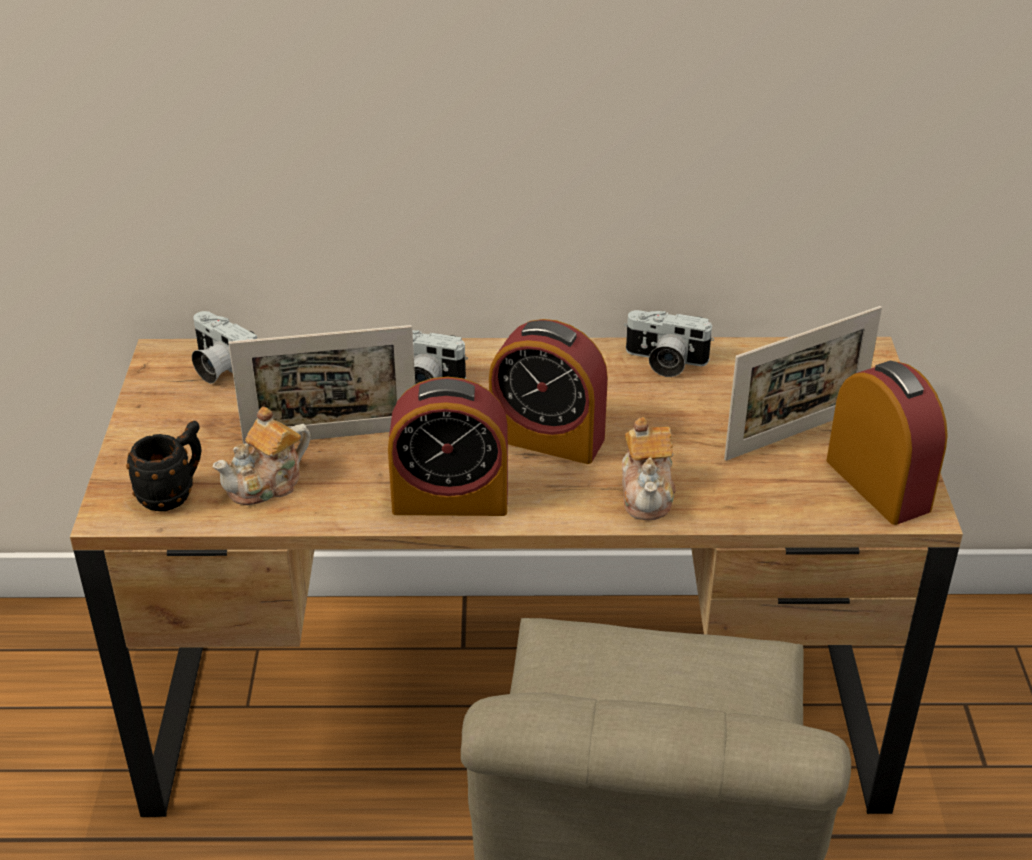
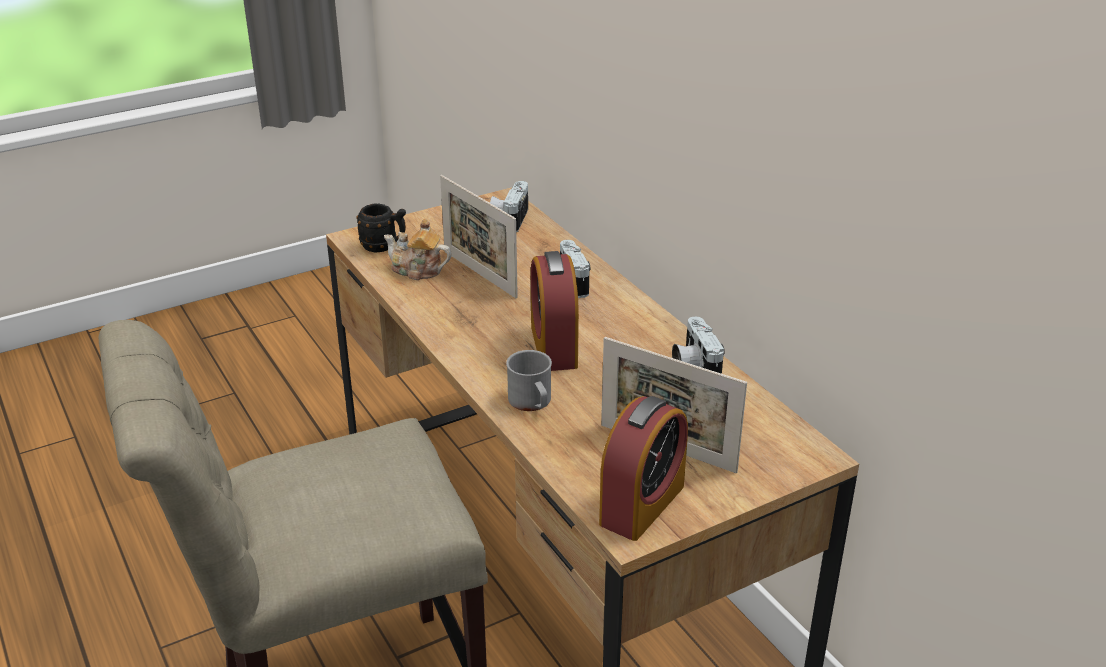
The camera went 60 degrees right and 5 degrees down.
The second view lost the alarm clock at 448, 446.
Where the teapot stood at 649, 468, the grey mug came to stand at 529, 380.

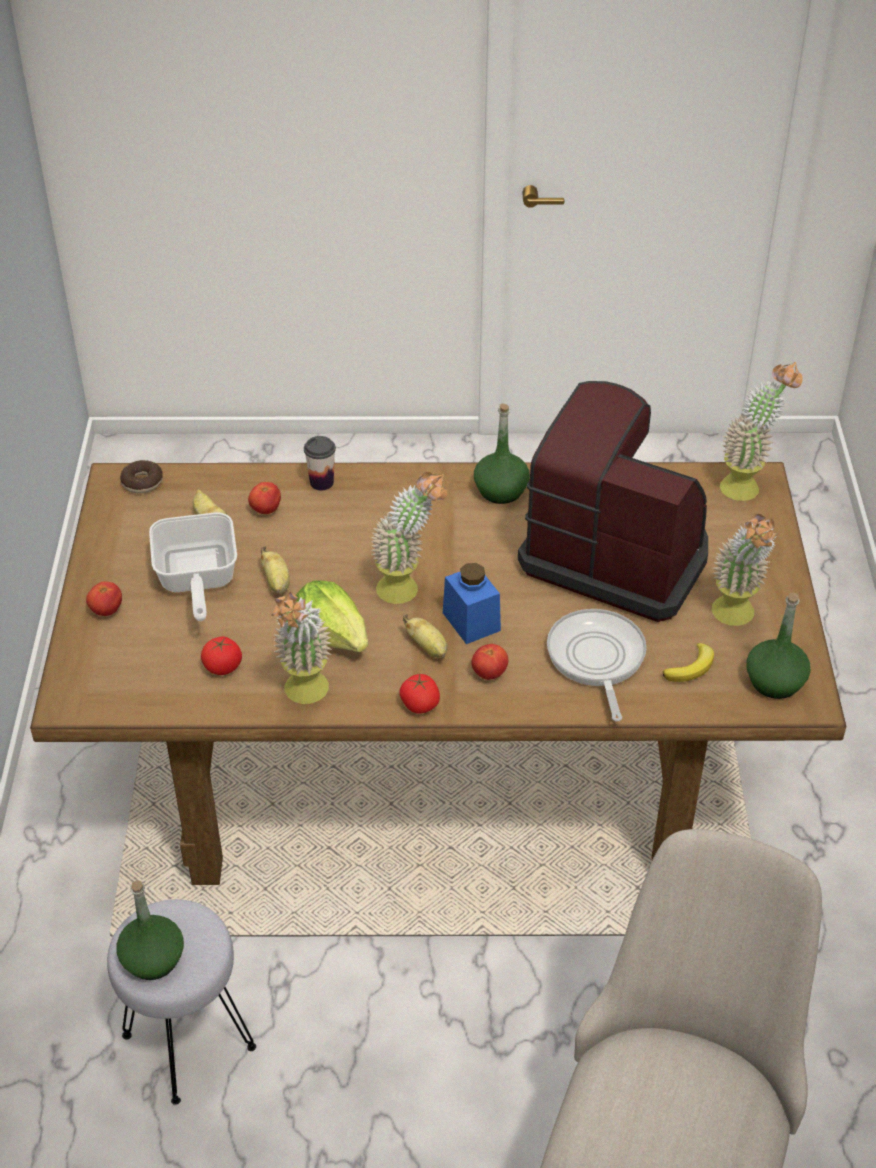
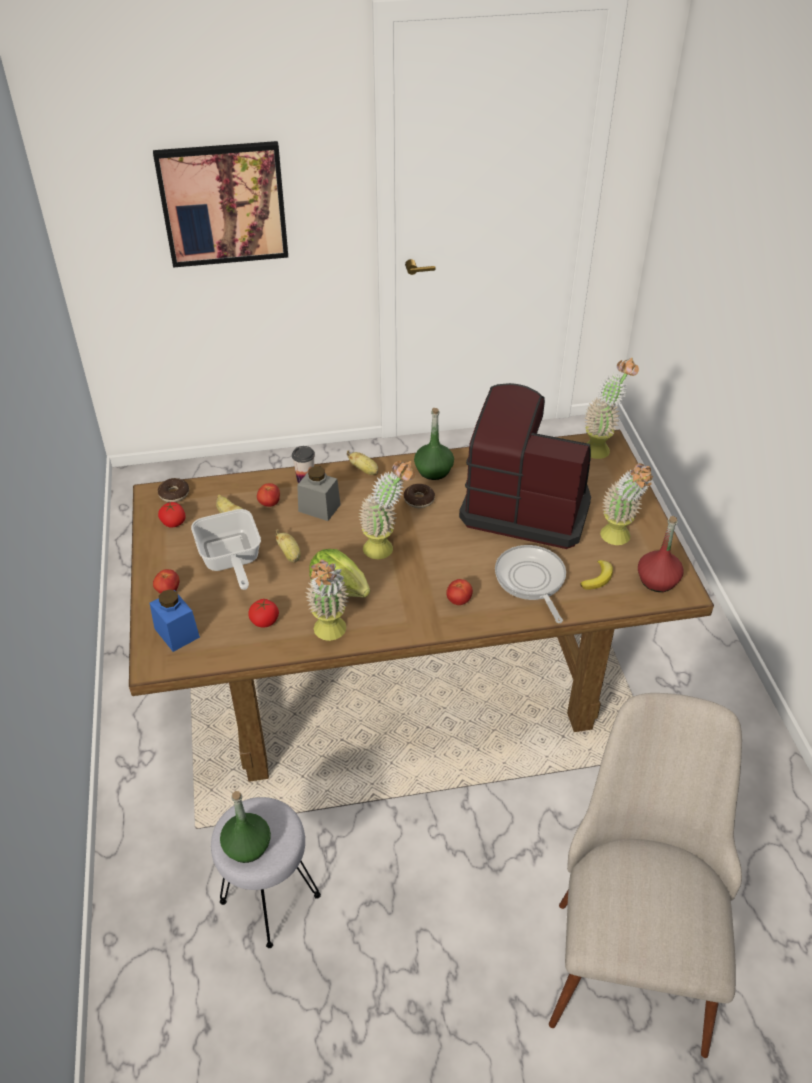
The camera went 10 degrees left and 0 degrees up.
The blue jar ended up elsewhere, having gone from 472, 603 to 175, 620.
What was the green bottle at 778, 646 turned into the red bottle at 660, 554.
The banana ended up elsewhere, having gone from 425, 636 to 362, 462.
The tomato ended up elsewhere, having gone from 419, 694 to 172, 515.
The second view gained the picture at 220, 204.
The second view gained the grey jar at 319, 493.
The second view gained the donut at 419, 496.

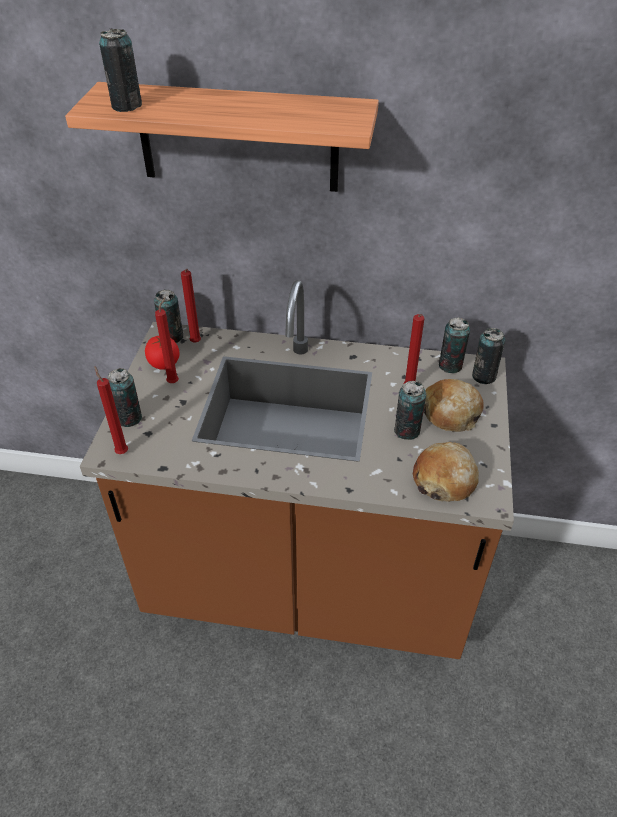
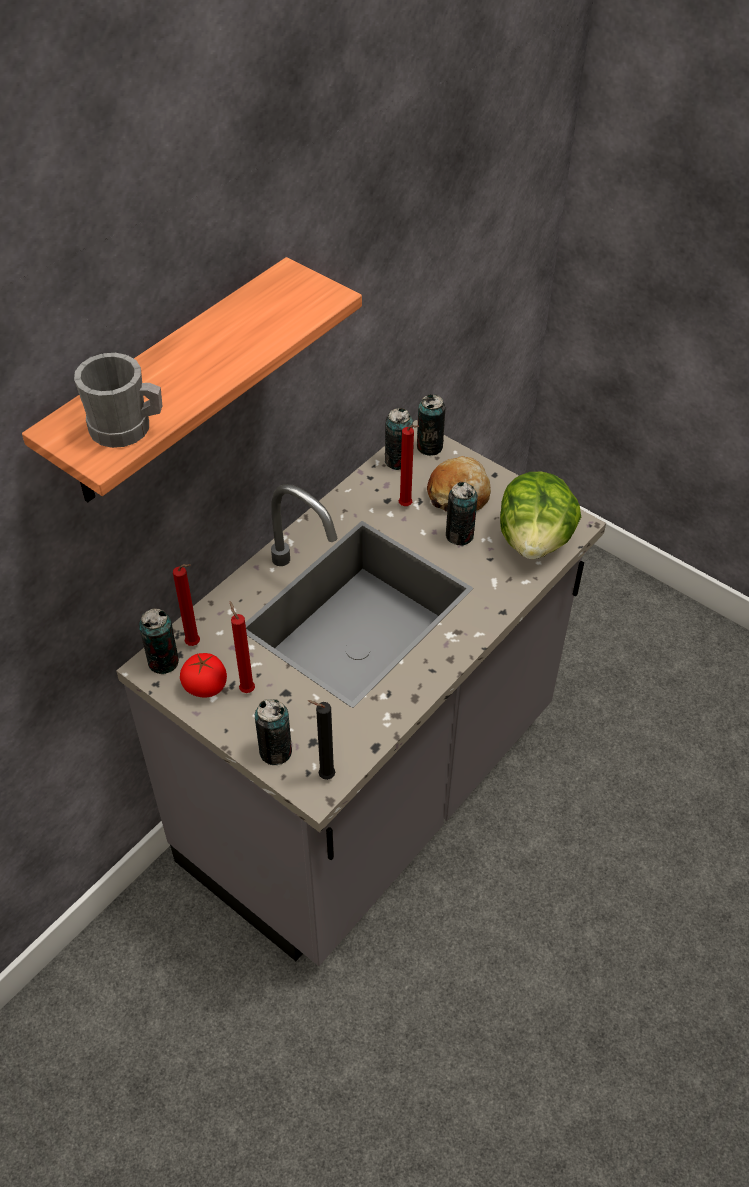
The camera went 60 degrees left and 5 degrees up.
Where the can stood at 120, 70, the grey mug came to stand at 118, 400.
What was the brown counter at 297, 469 turned into the grey counter at 361, 693.
What was the red candle at 111, 410 turned into the black candle at 321, 740.
Where the bread stood at 446, 472, the lettuce came to stand at 540, 515.

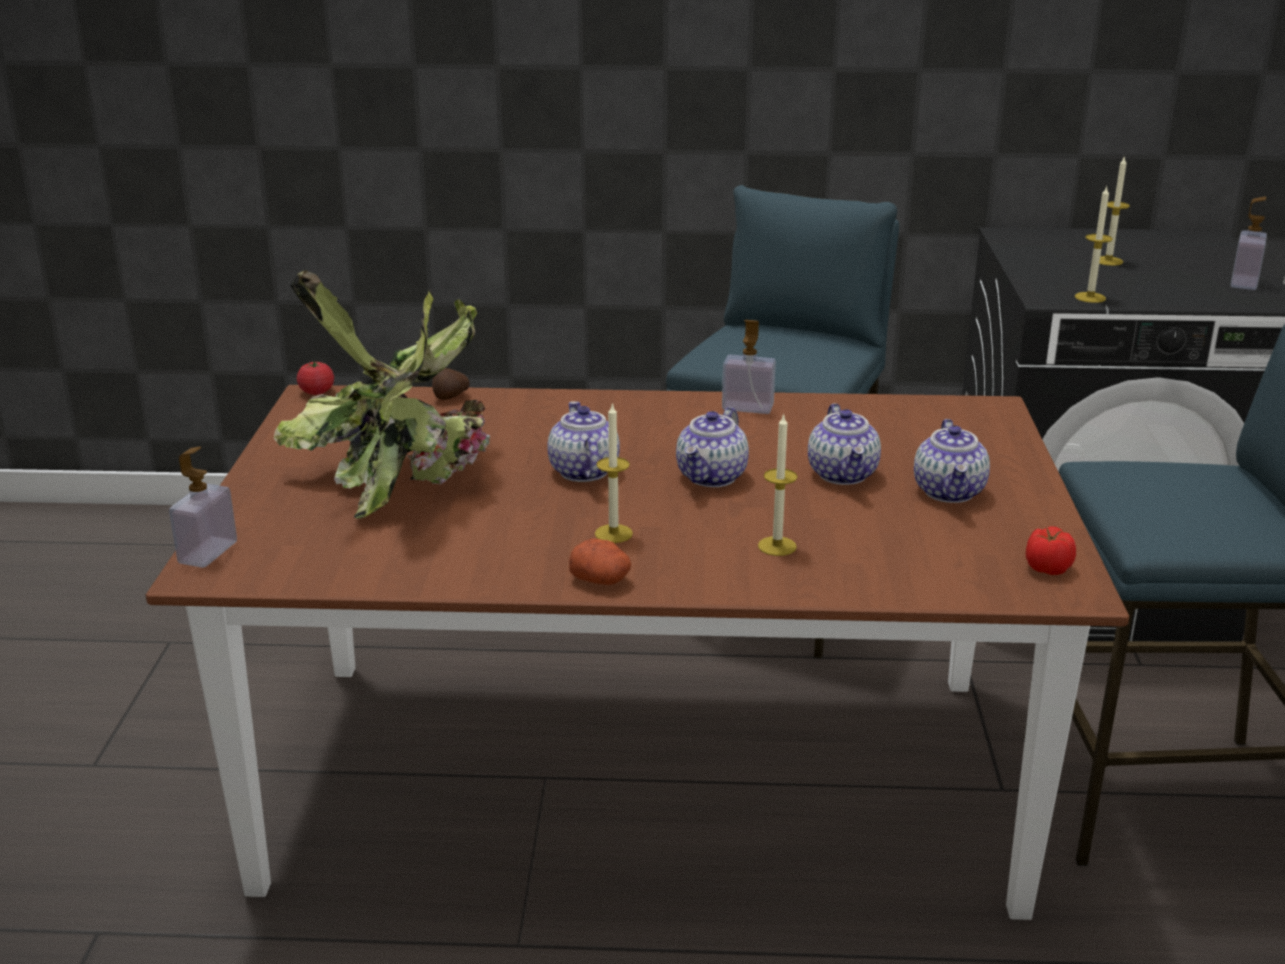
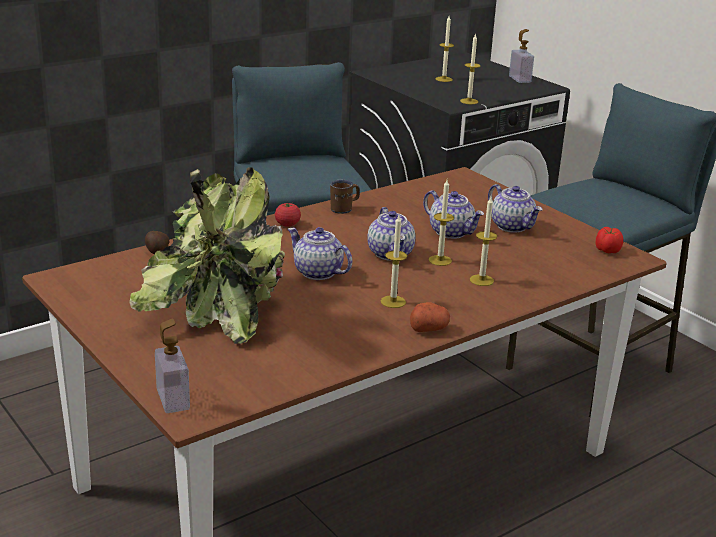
The camera went 40 degrees left and 0 degrees up.
Where the soap dispenser stood at 749, 367, the brown mug came to stand at 345, 197.
The tomato ended up elsewhere, having gone from 315, 378 to 288, 215.
The second view gained the candle at 441, 223.

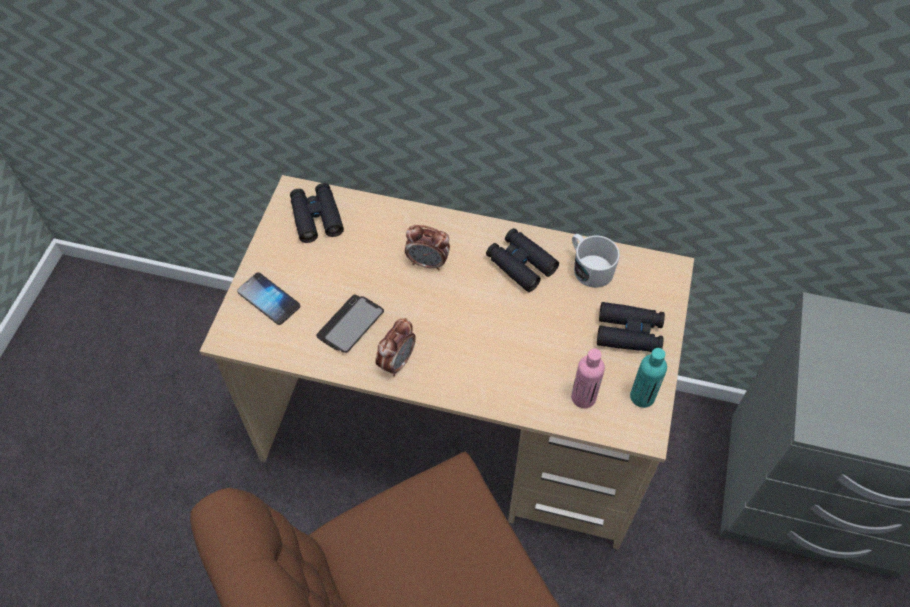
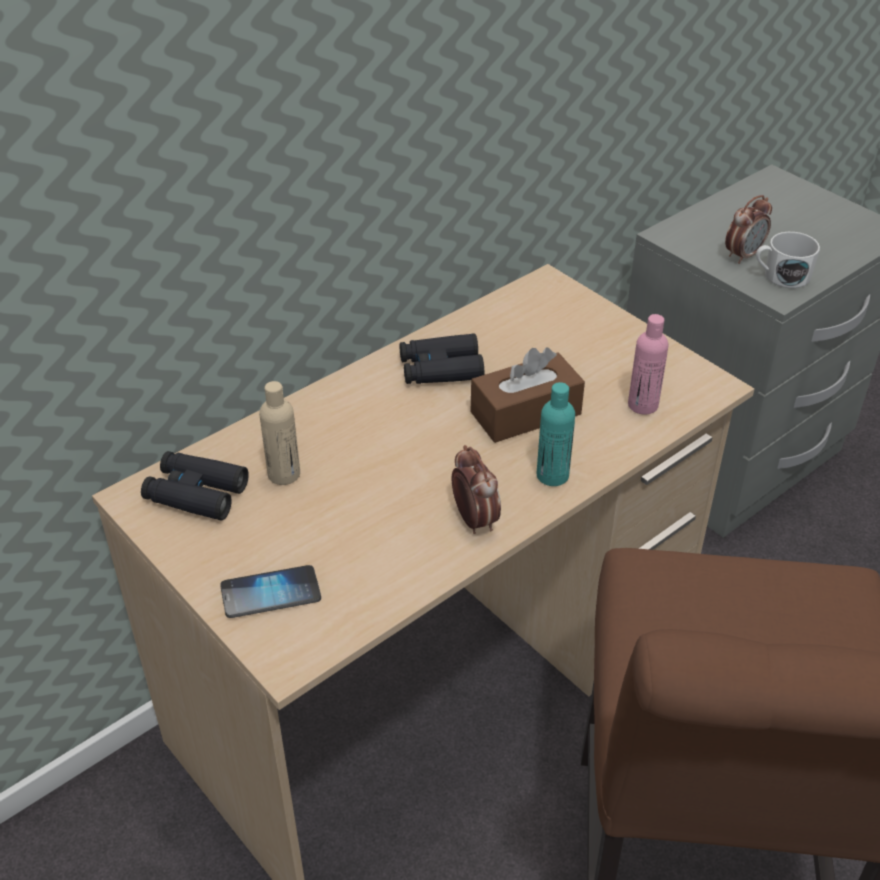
The camera went 55 degrees left and 15 degrees down.
The alarm clock ended up elsewhere, having gone from 427, 247 to 748, 229.
The white mug ended up elsewhere, having gone from 596, 261 to 788, 260.
The second view lost the phone at 350, 324.
The second view lost the black binoculars at 631, 327.
The turquoise bottle ended up elsewhere, having gone from 648, 378 to 555, 434.
The second view gained the brown tissue box at 528, 395.
The second view gained the beige bottle at 279, 433.

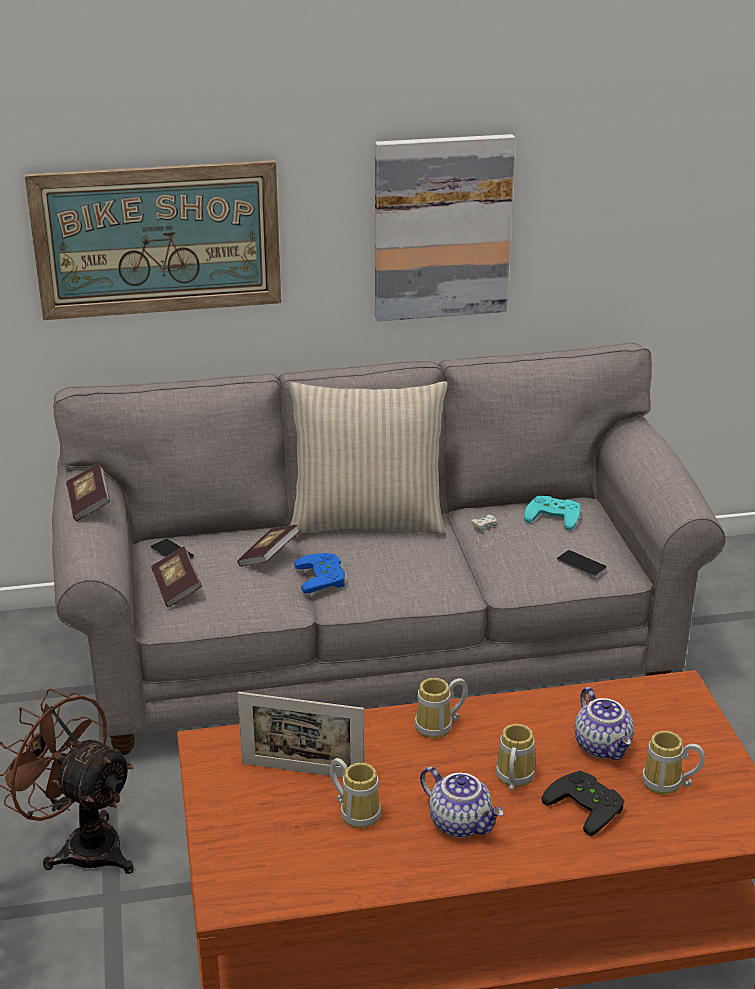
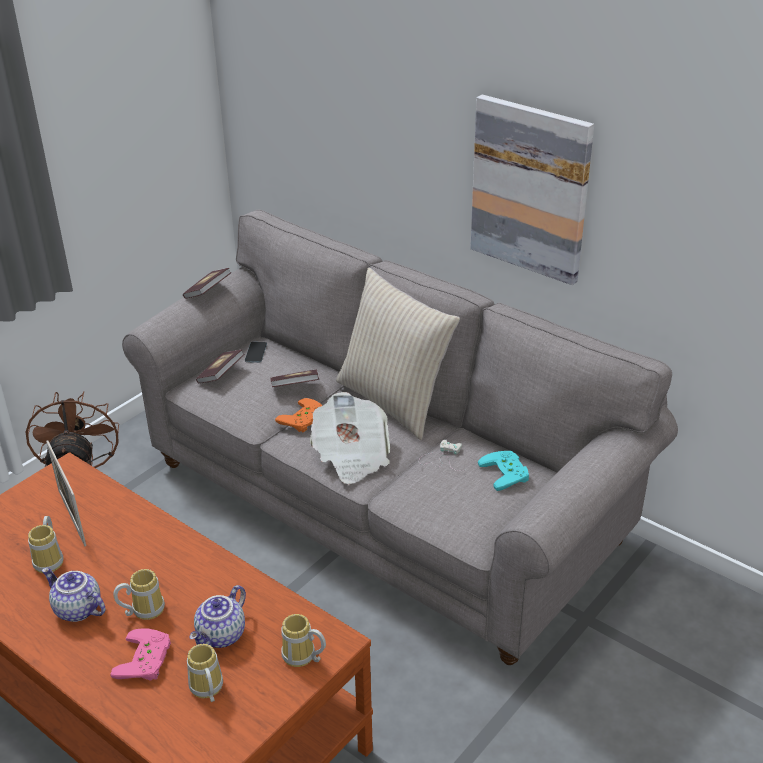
The camera went 50 degrees right and 5 degrees up.
The second view lost the picture at 153, 240.
The second view lost the phone at 581, 563.
What was the blue game controller at 319, 573 turned into the orange game controller at 299, 415.
The mug ended up elsewhere, having gone from 441, 708 to 303, 640.
The teapot at 462, 802 ended up facing another way, 120 degrees clockwise from before.
What was the black game controller at 582, 803 turned into the pink game controller at 140, 654.
The second view gained the newspaper at 350, 438.

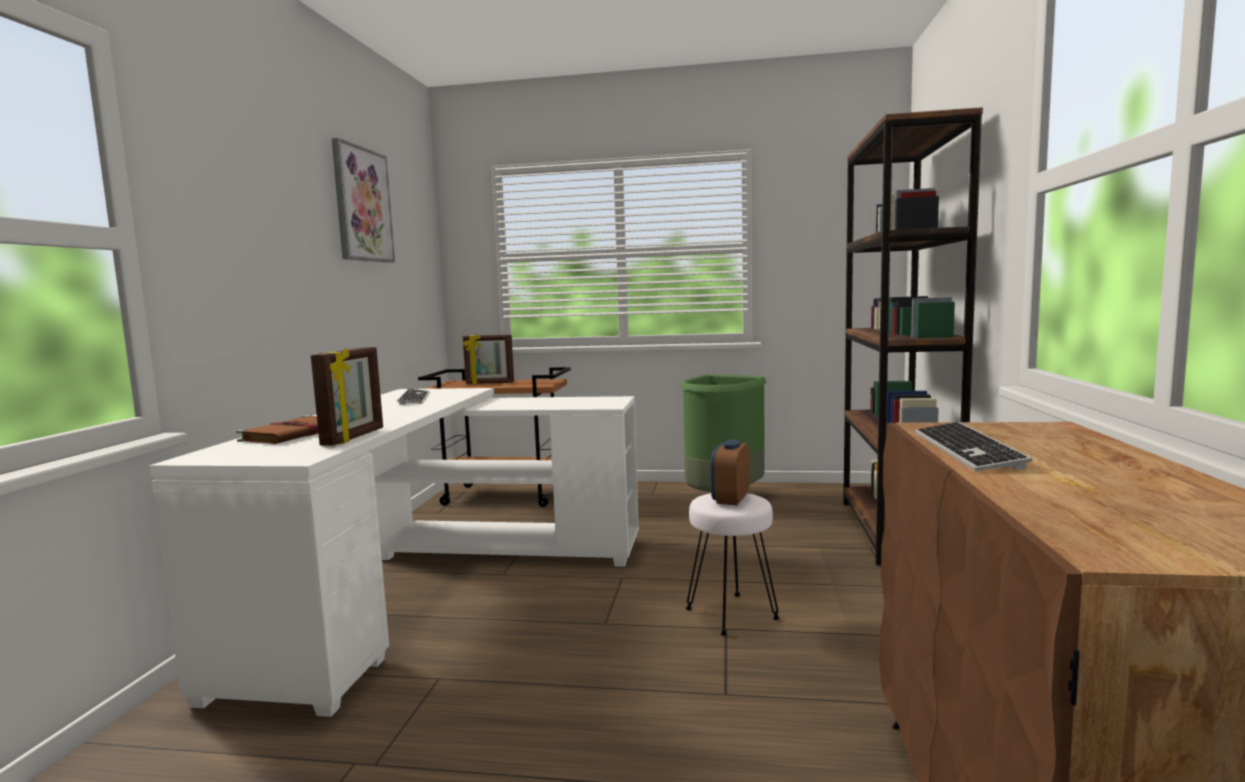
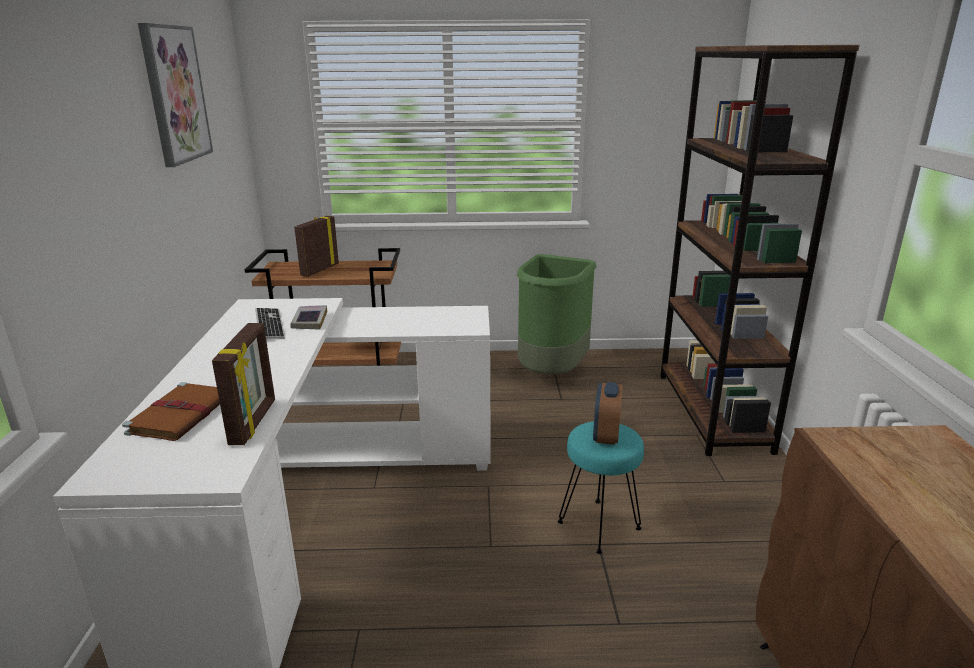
The camera went 10 degrees left and 15 degrees up.
The picture frame at 488, 359 ended up facing another way, 120 degrees clockwise from before.
The second view lost the keyboard at 973, 446.
What was the white stool at 732, 564 turned into the turquoise stool at 601, 487.
The second view gained the book at 308, 317.

